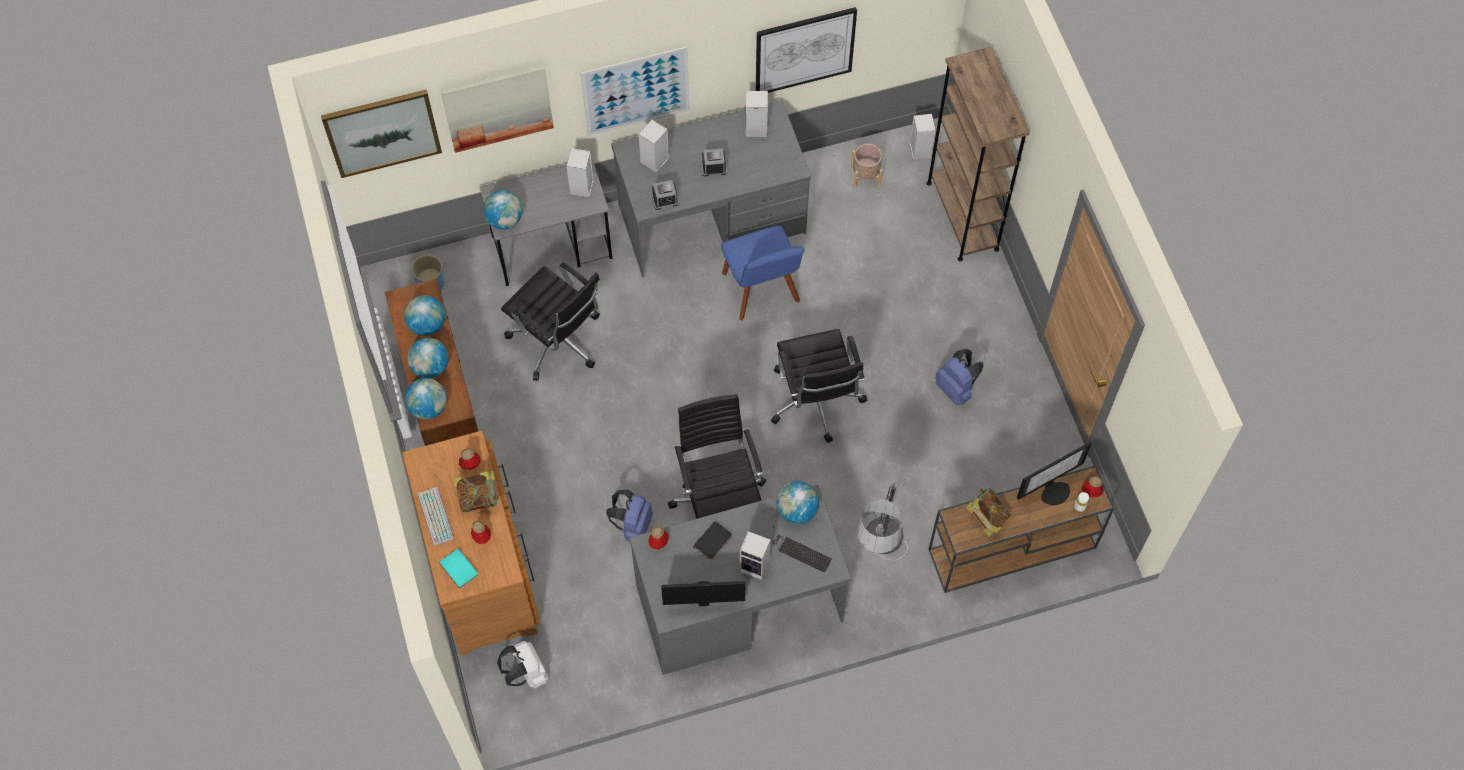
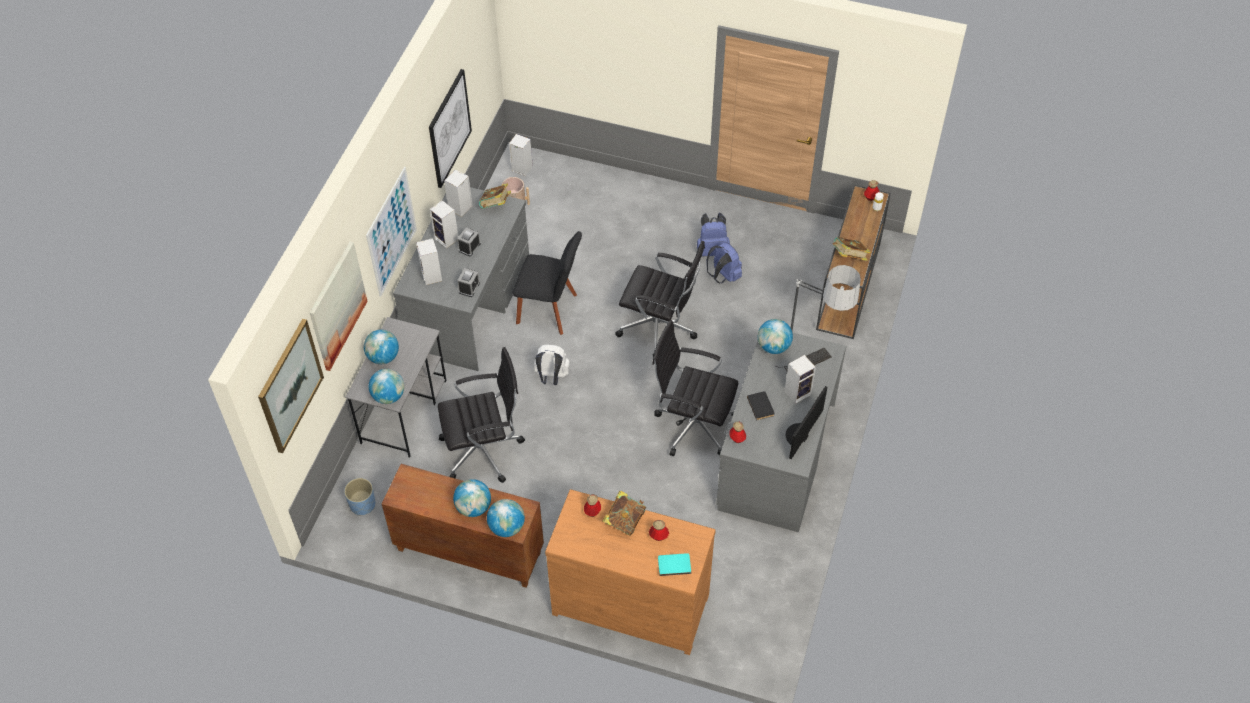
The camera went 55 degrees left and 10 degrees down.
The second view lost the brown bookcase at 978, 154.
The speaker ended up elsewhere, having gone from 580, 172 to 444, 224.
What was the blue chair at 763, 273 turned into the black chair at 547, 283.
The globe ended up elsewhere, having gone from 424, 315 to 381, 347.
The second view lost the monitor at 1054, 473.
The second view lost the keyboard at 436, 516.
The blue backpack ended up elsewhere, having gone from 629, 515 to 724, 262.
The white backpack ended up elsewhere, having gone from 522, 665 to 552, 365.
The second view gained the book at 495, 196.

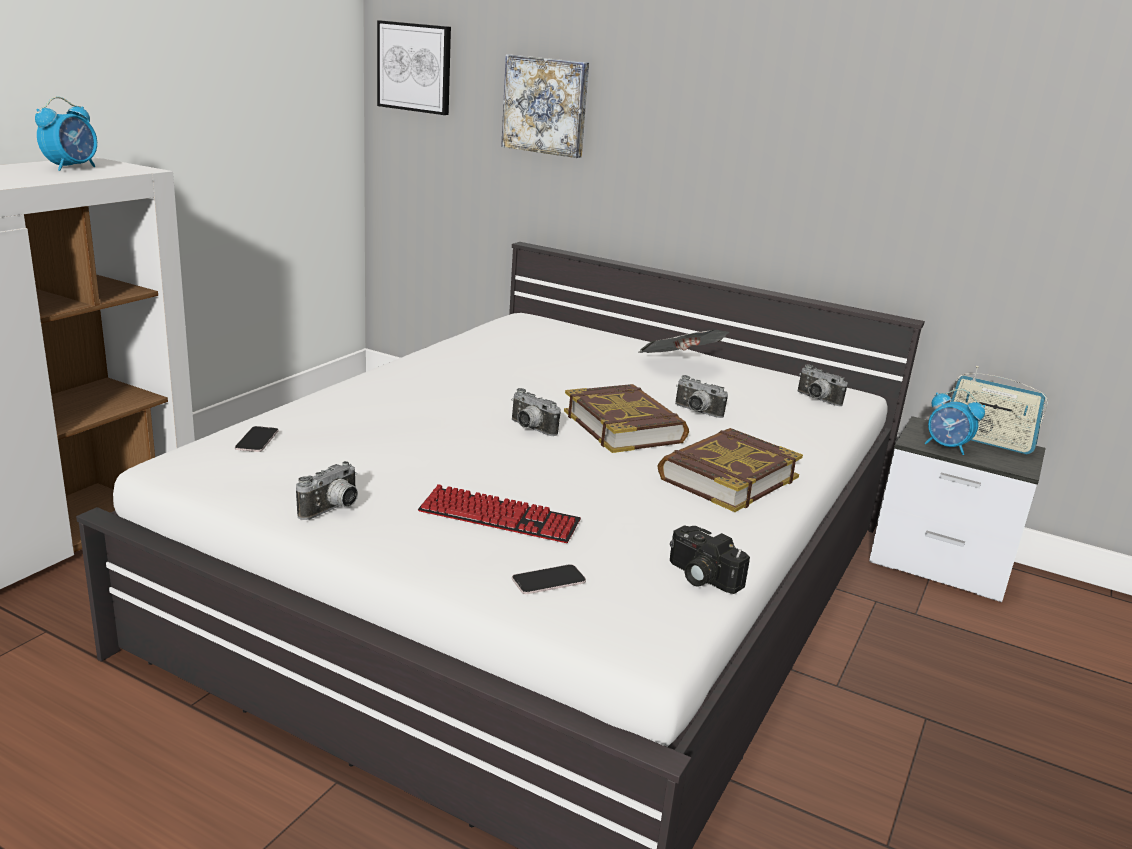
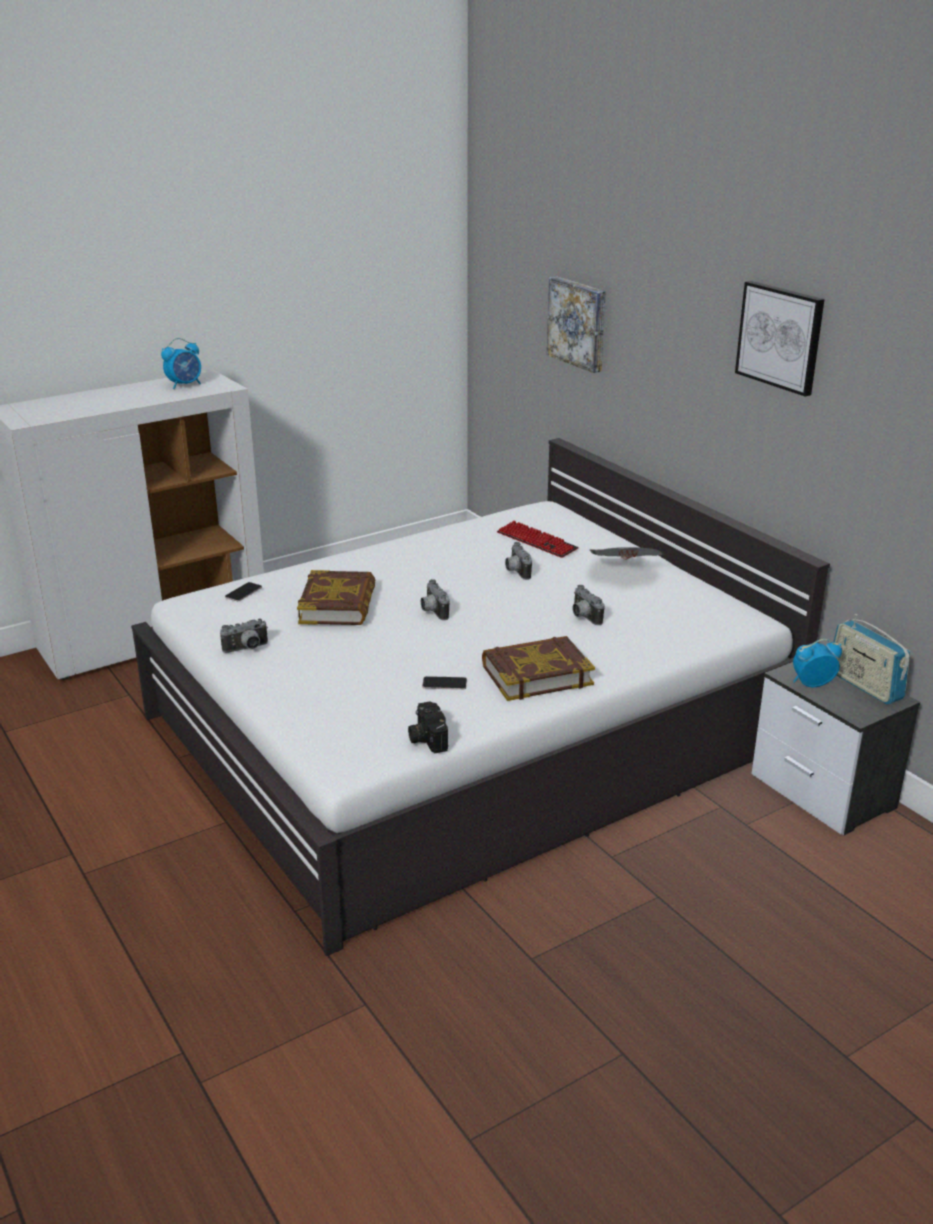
The camera went 30 degrees right and 5 degrees up.
The picture ended up elsewhere, having gone from 414, 67 to 780, 339.
The photo camera ended up elsewhere, having gone from 823, 385 to 518, 561.
The book ended up elsewhere, having gone from 626, 418 to 336, 597.
The alarm clock at 955, 422 ended up facing another way, 105 degrees clockwise from before.
The keyboard ended up elsewhere, having gone from 499, 513 to 538, 539.
The phone ended up elsewhere, having gone from 549, 579 to 444, 683.

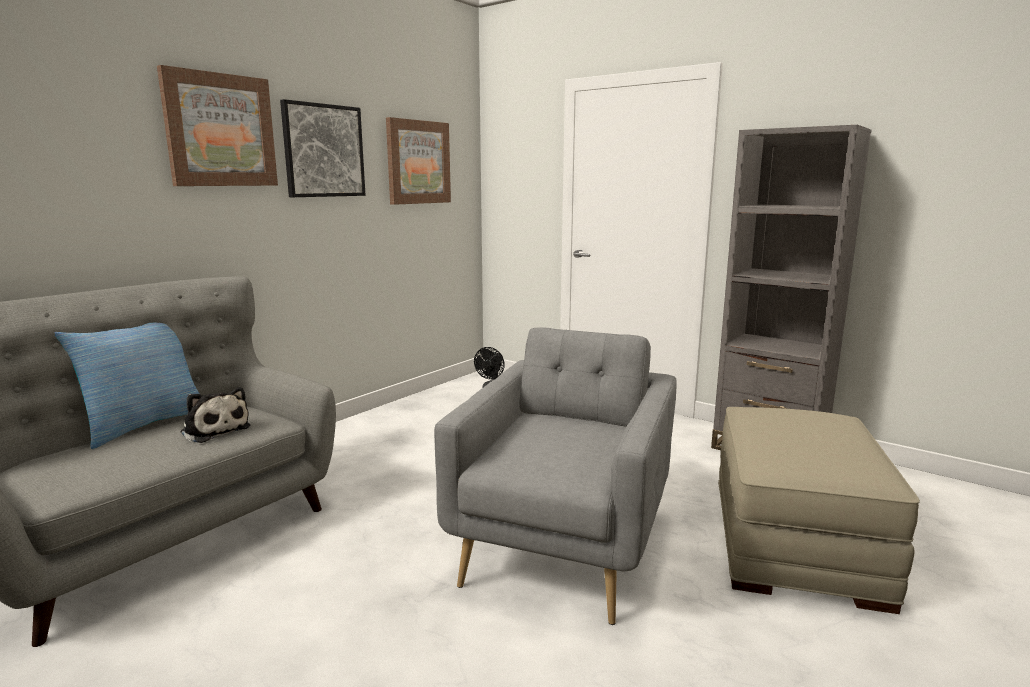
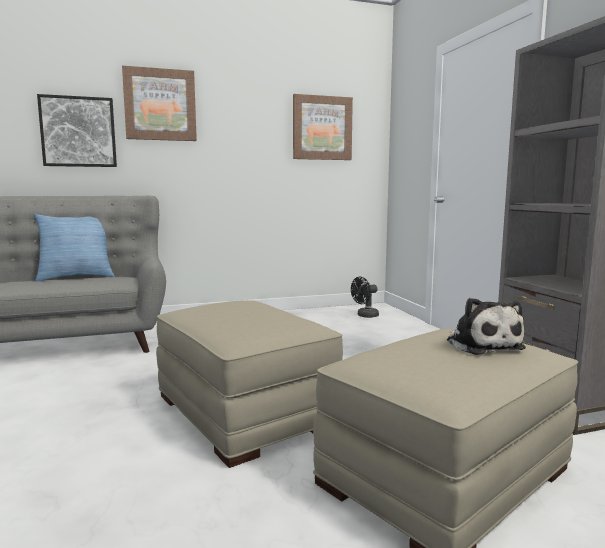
The camera went 35 degrees right and 5 degrees down.
The picture ended up elsewhere, having gone from 322, 148 to 77, 130.
Where the grey armchair stood at 555, 476, the beige ottoman came to stand at 249, 384.
The plush toy ended up elsewhere, having gone from 215, 415 to 486, 326.

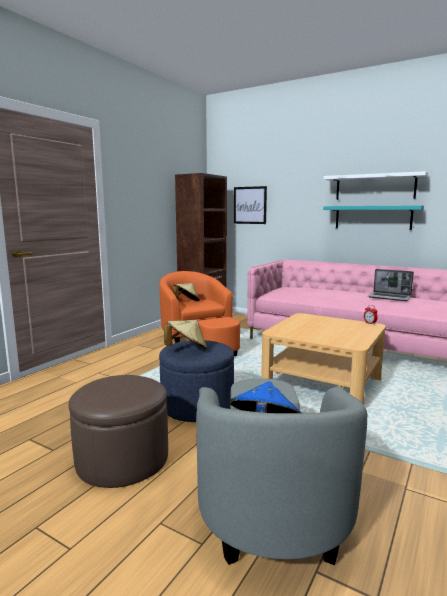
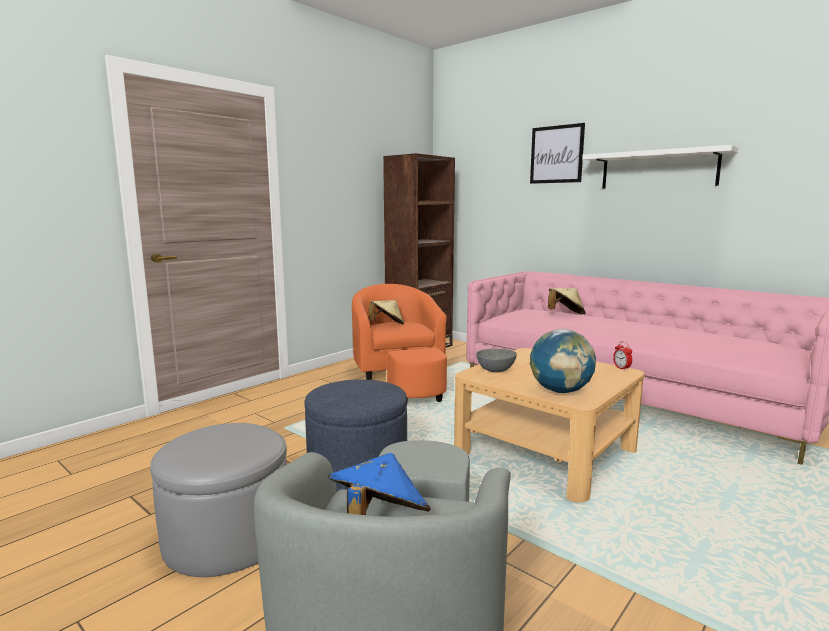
The camera went 10 degrees right and 0 degrees up.
The picture ended up elsewhere, having gone from 250, 205 to 557, 153.
The second view lost the turquoise shelf at 373, 217.
The second view lost the laptop at 391, 285.
The beige hat ended up elsewhere, having gone from 185, 334 to 567, 301.
What was the brown ottoman at 118, 431 turned into the grey ottoman at 218, 500.
The second view gained the globe at 563, 361.
The second view gained the grey bowl at 496, 360.

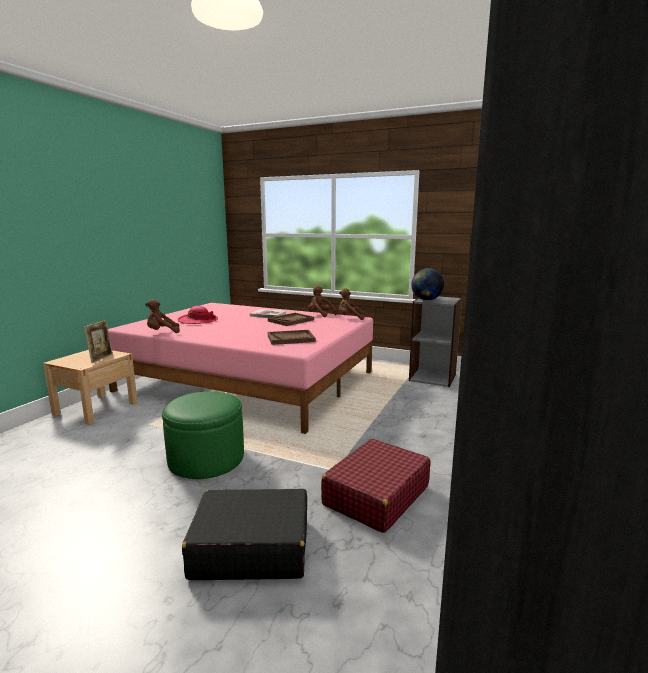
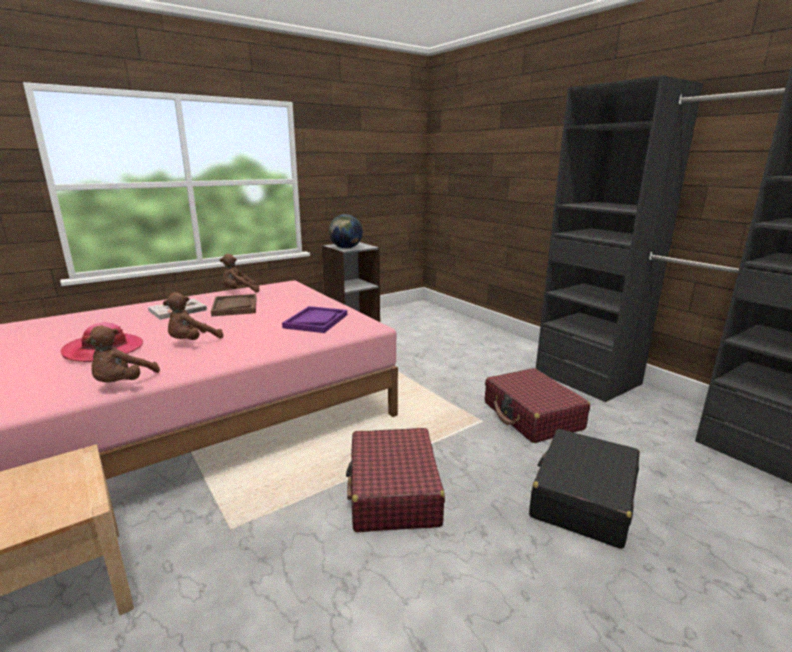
The camera went 60 degrees left and 5 degrees up.
The brown plush toy ended up elsewhere, having gone from 352, 304 to 193, 316.
The second view lost the picture frame at 98, 341.
What was the brown tray at 292, 337 turned into the purple tray at 314, 319.
Where the green ottoman stood at 203, 435, the red suitcase came to stand at 395, 480.

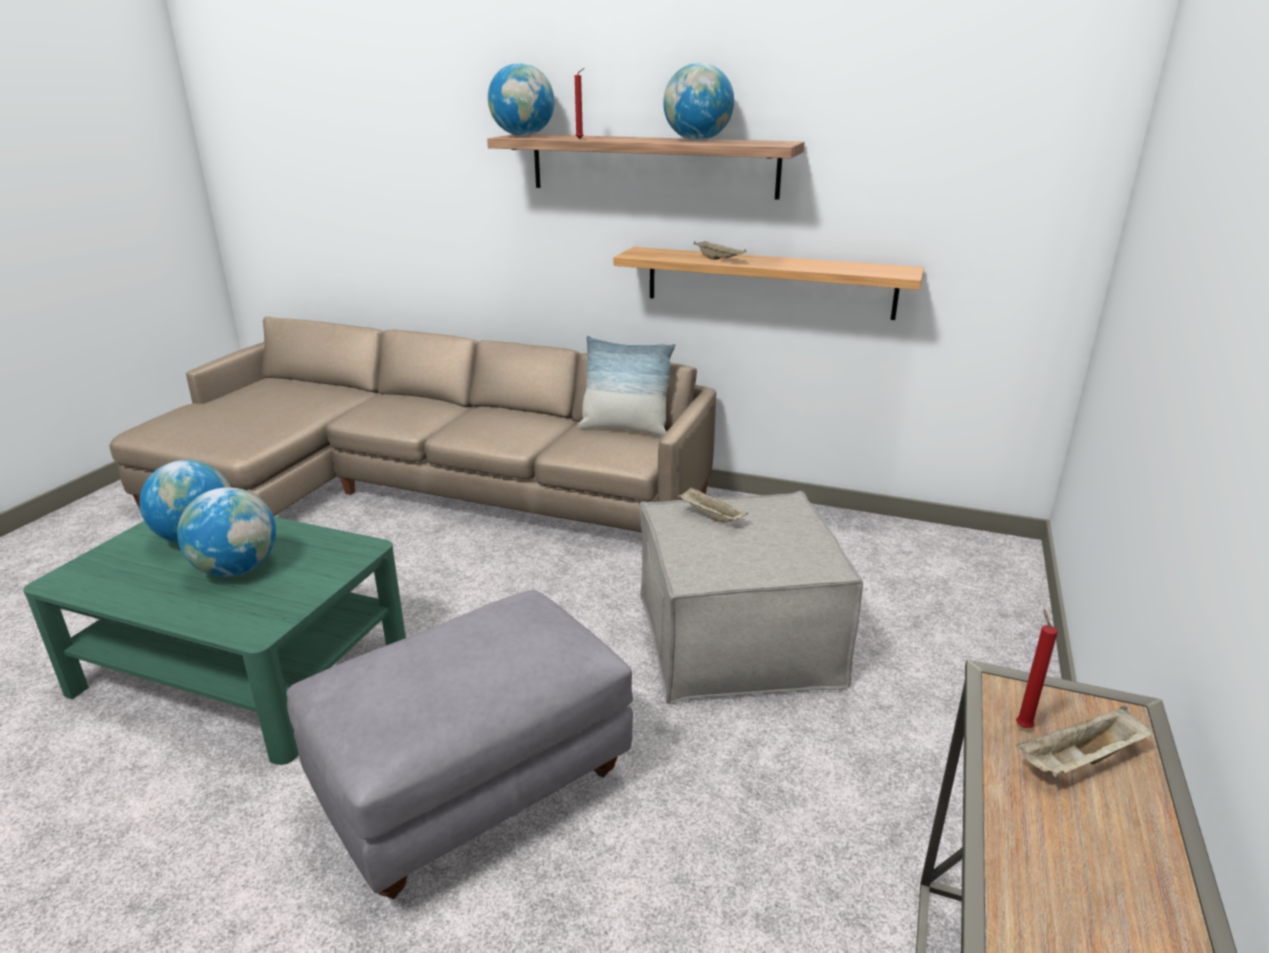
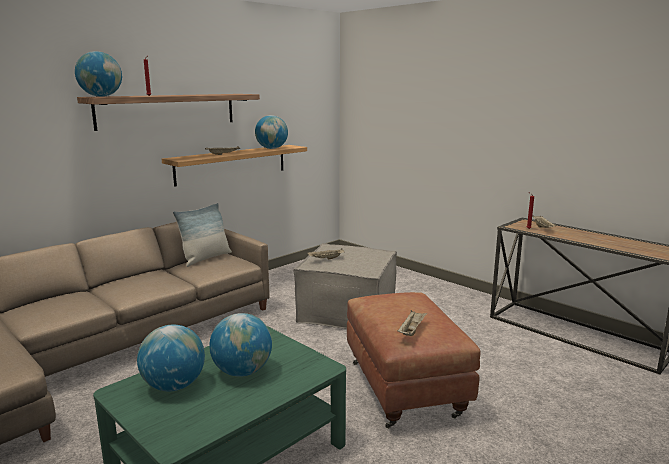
The camera went 65 degrees left and 10 degrees down.
The globe ended up elsewhere, having gone from 698, 102 to 271, 132.
What was the grey ottoman at 459, 744 turned into the brown ottoman at 413, 360.
The second view gained the beige tray at 412, 323.

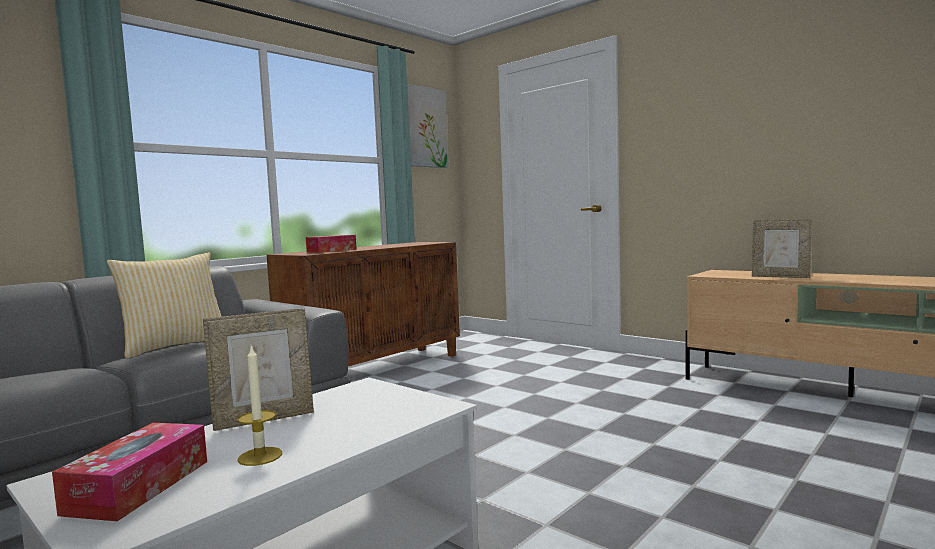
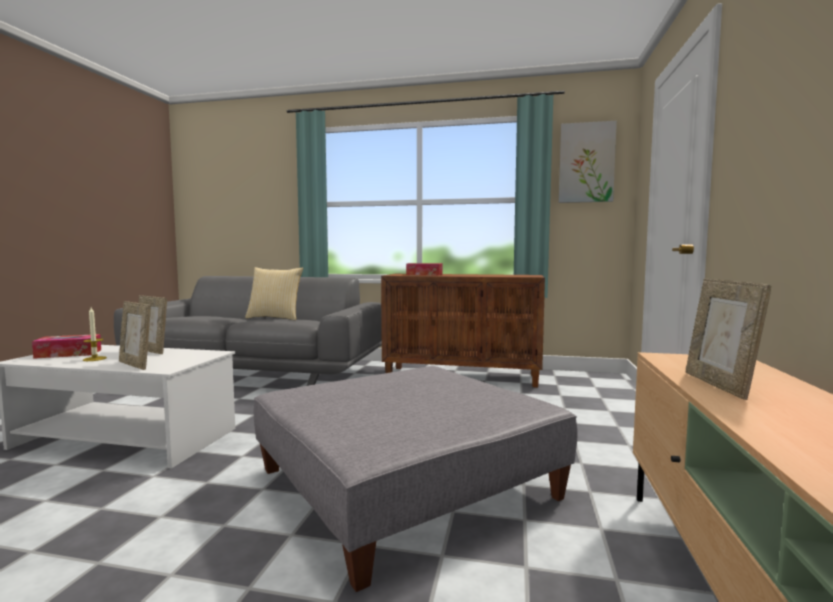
The camera went 60 degrees right and 0 degrees up.
The second view gained the picture frame at 135, 335.
The second view gained the grey ottoman at 416, 479.

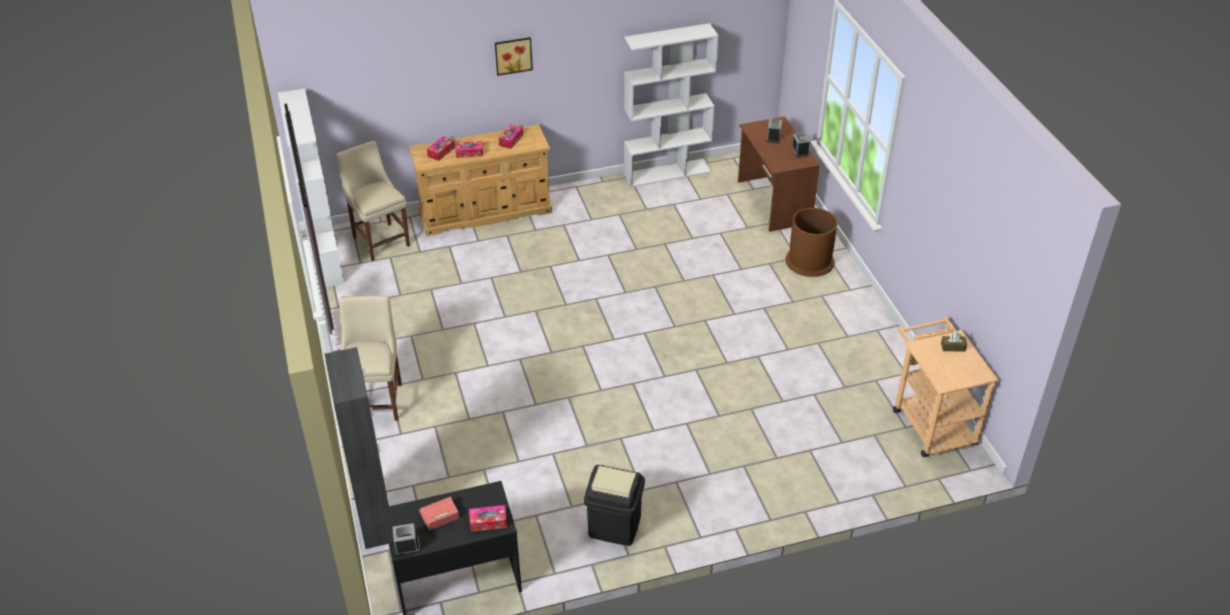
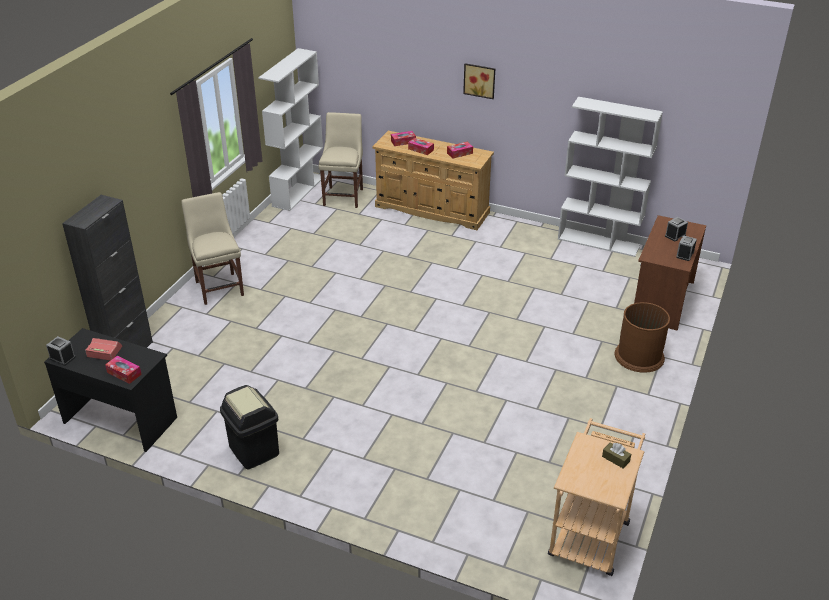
The camera went 40 degrees right and 5 degrees down.
The beige chair at 370, 358 ended up facing another way, 60 degrees counterclockwise from before.

